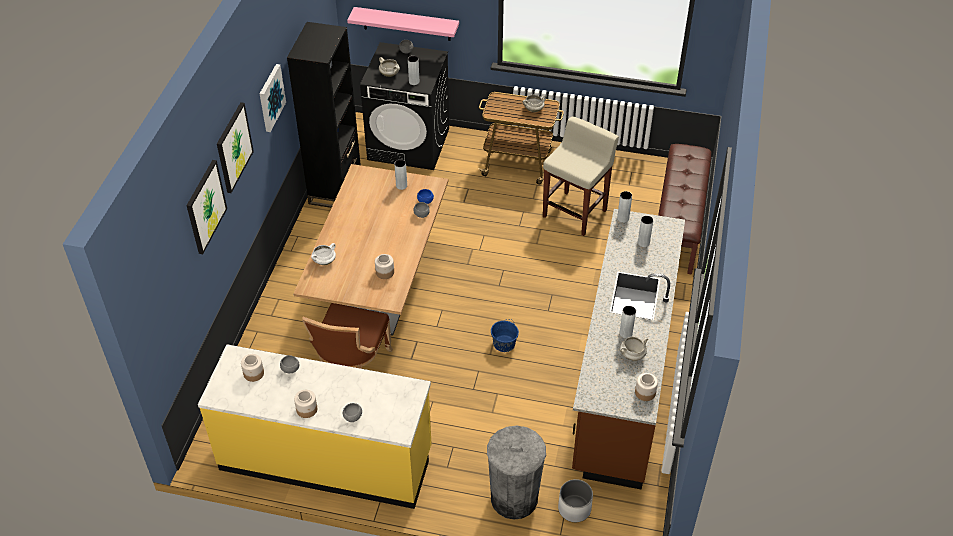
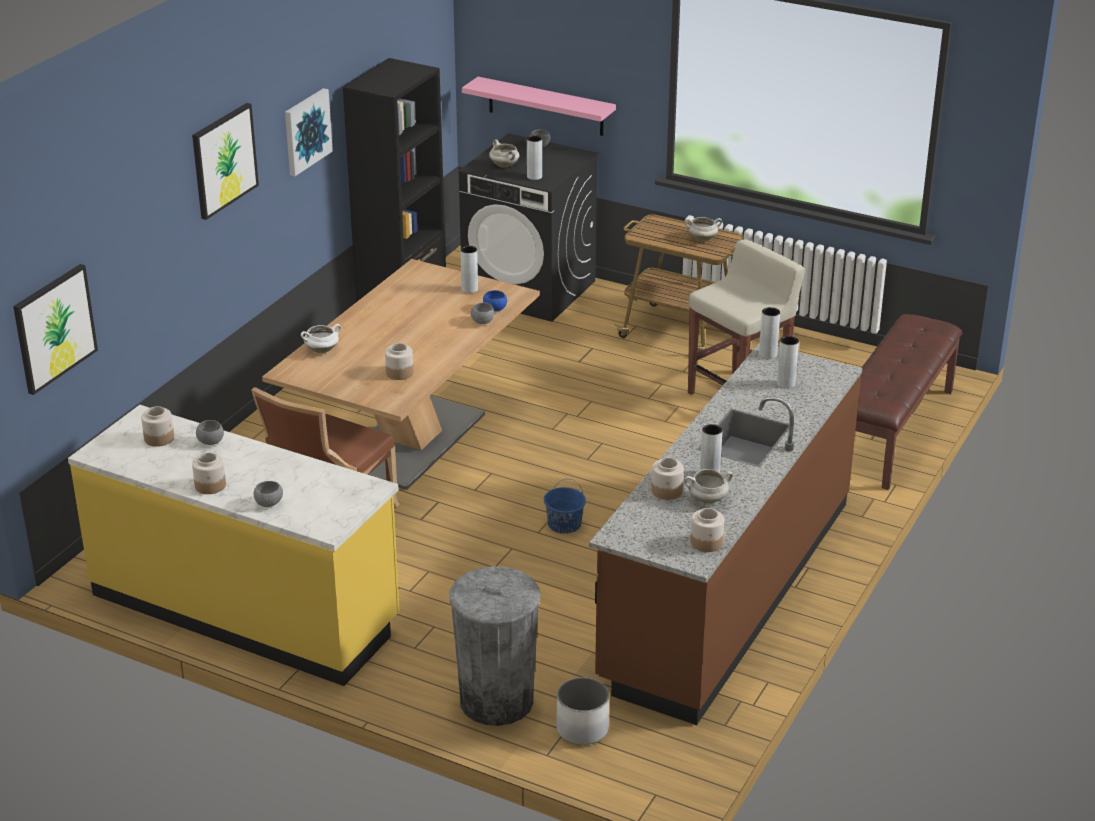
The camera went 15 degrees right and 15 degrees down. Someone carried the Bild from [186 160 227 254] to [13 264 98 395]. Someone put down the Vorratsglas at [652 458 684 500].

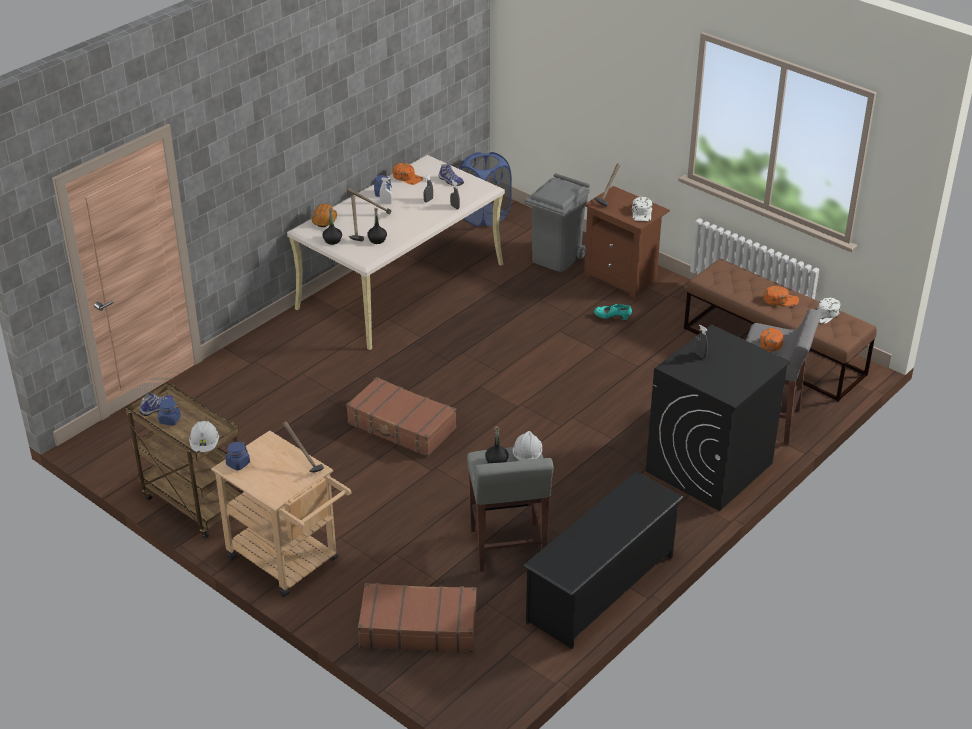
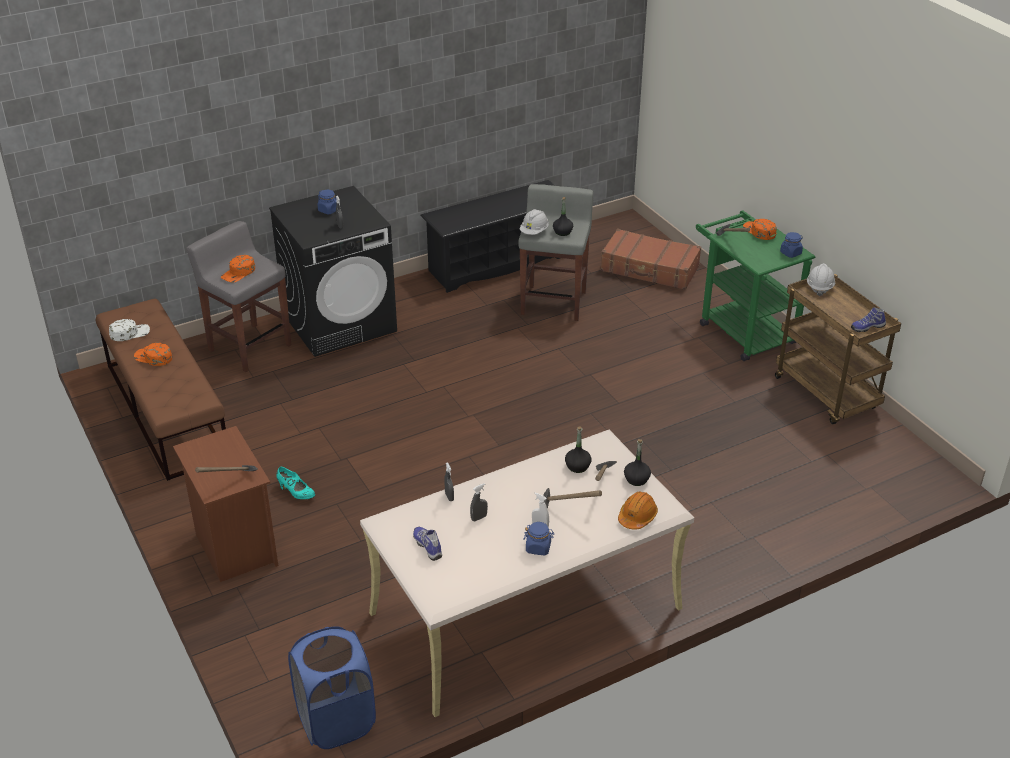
The camera went 160 degrees left and 0 degrees up. Someone carried the Vorratsglas (blau) from [156 399 181 426] to [317 190 337 214]. Someone repainted the Rollwagen (beige) at [211 430 351 597], which became the Rollwagen (grün) at [696 210 815 361]. Someone carried the Kappe (orange) from [393 163 423 185] to [743 219 777 240]. Someone took away the Koffer (braun) at [346 377 457 457]. Someone took away the Mülleimer (grau) at [524 173 590 272]. Someone took away the Kappe (weiß) at [632 197 652 221].

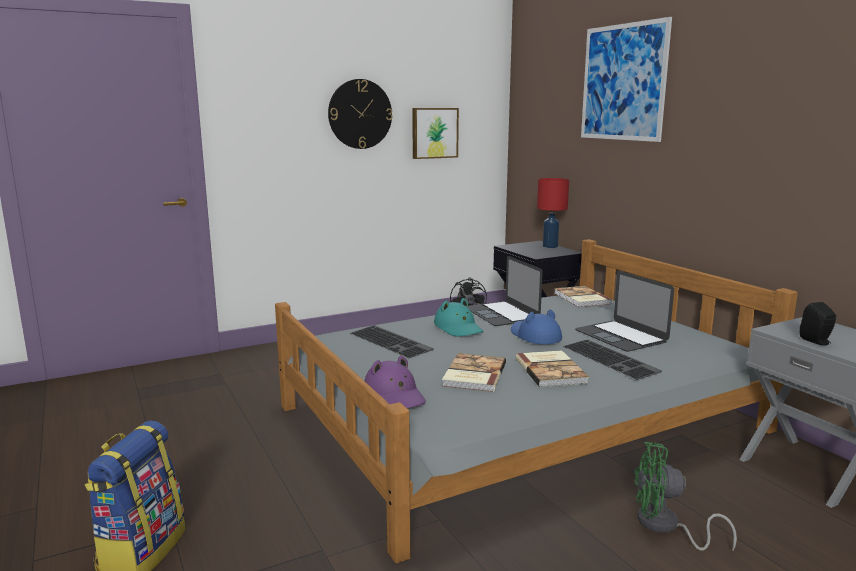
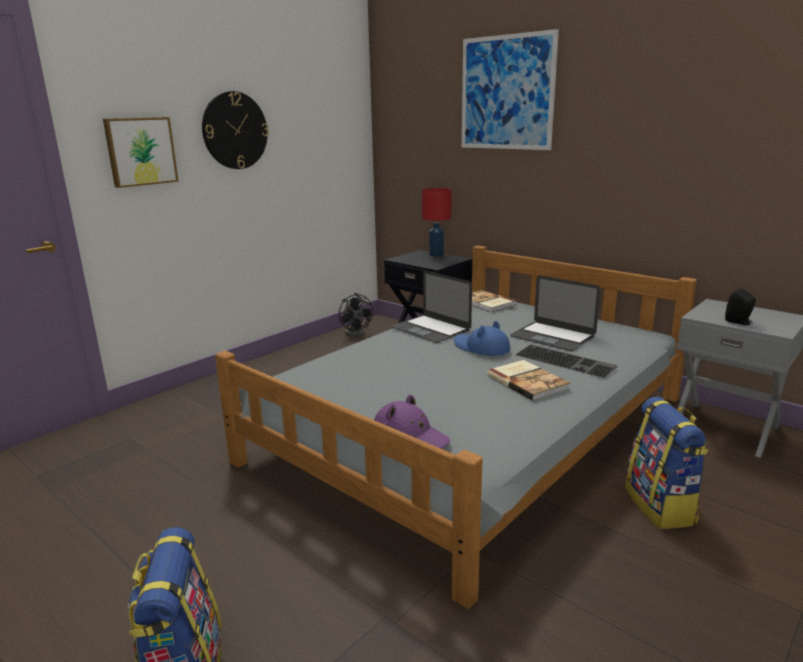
The camera went 20 degrees left and 5 degrees up. Someone carried the Bild from [412 108 459 159] to [103 117 179 188]. Someone swapped the Ventilator (grün) at [634 442 737 552] for the Rucksack at [625 397 709 529]. Someone took away the Tastatur at [350 325 434 358]. Someone took away the Hut (türkis) at [434 298 483 337]. Someone took away the Buch at [442 353 506 392].

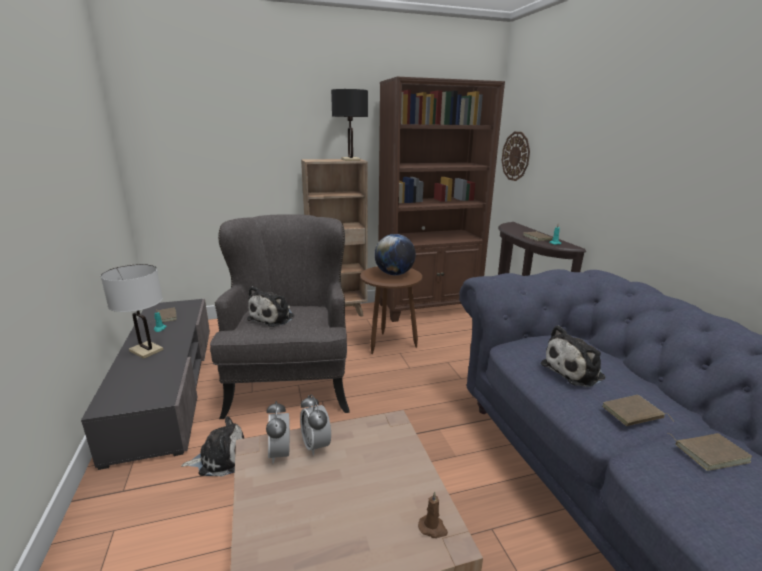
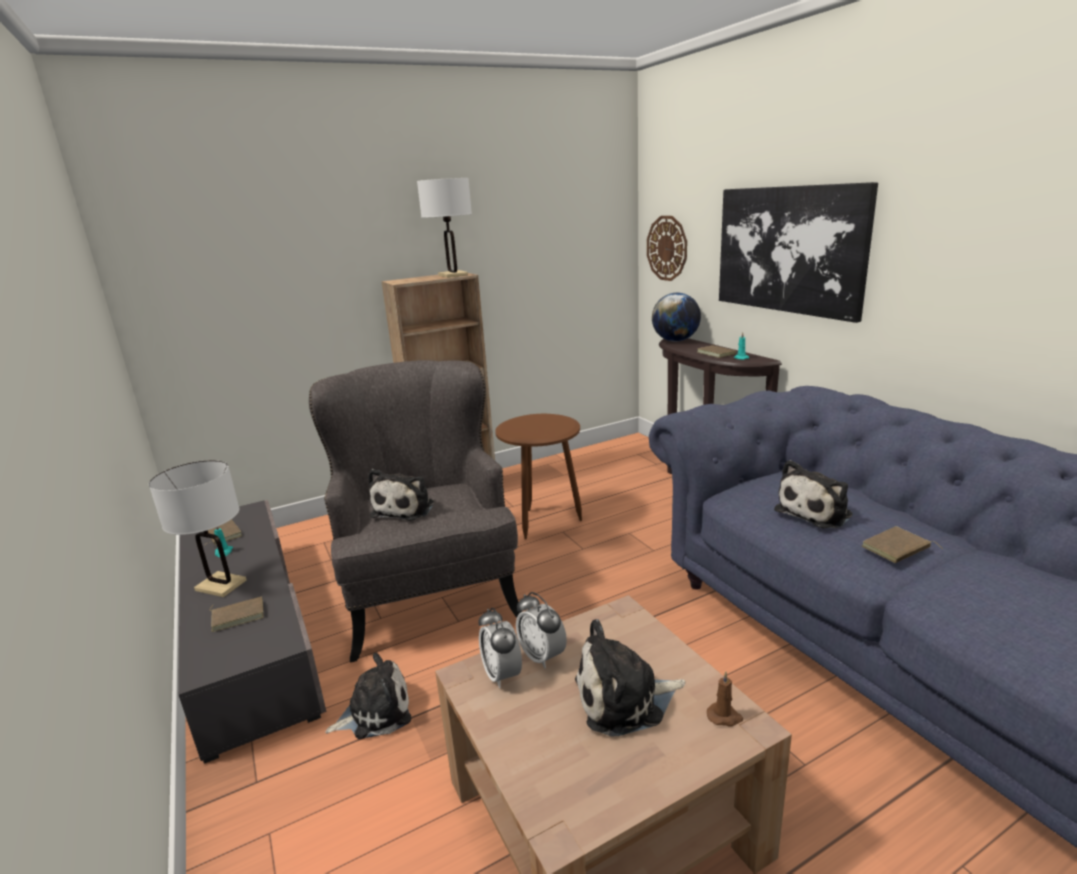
The camera went 10 degrees left and 0 degrees up. Someone carried the Buch (braun) from [668 433 752 471] to [210 596 264 632]. Someone repainted the Tischlampe (schwarz) at [331 89 368 161], which became the Tischlampe (weiß) at [417 178 472 278]. Someone put down the Plüschtier at [575 619 685 737]. Someone carried the Globus from [374 234 416 275] to [652 293 701 342]. Someone put up the Bild at [719 182 878 323]. Someone took away the Bücherregal (braun) at [378 77 505 322].

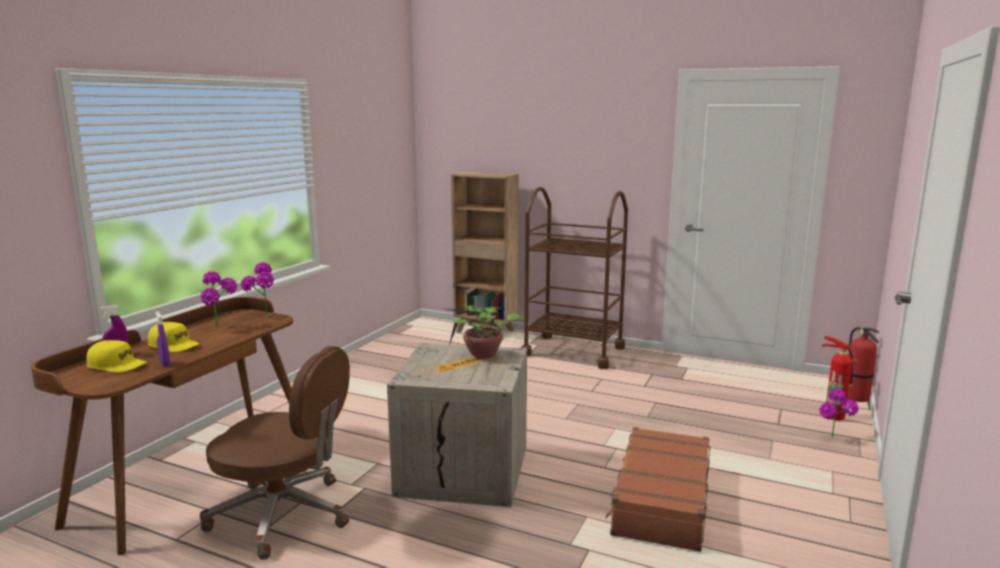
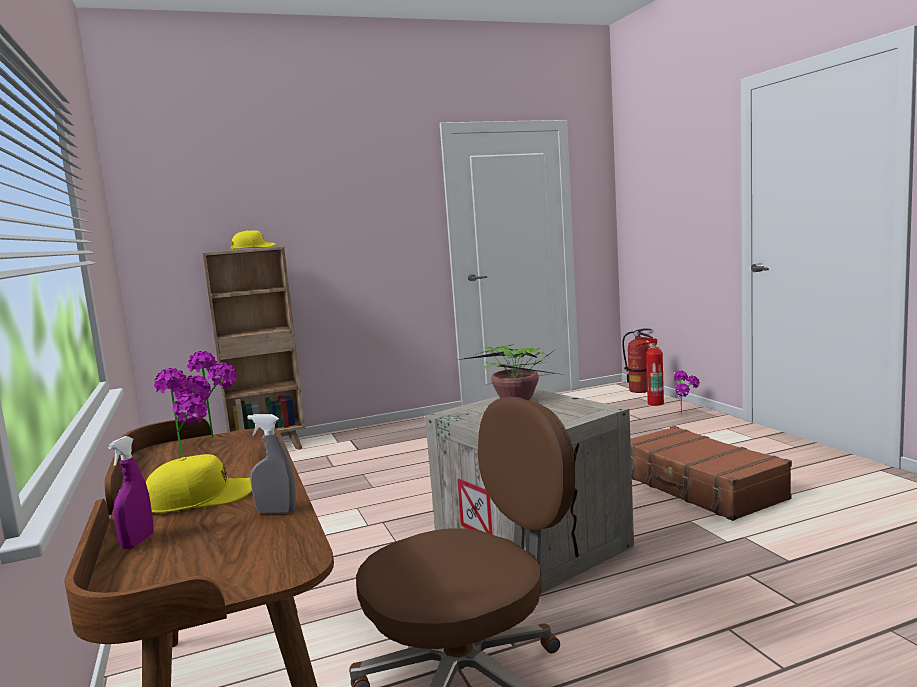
The camera went 45 degrees left and 5 degrees down. Someone carried the Kappe (gelb) from [86 340 147 373] to [231 230 276 249]. Someone repainted the Sprühflasche (lila) at [156 311 170 367], which became the Sprühflasche (grau) at [247 414 296 514]. Someone took away the Rollwagen (braun) at [521 187 628 369].

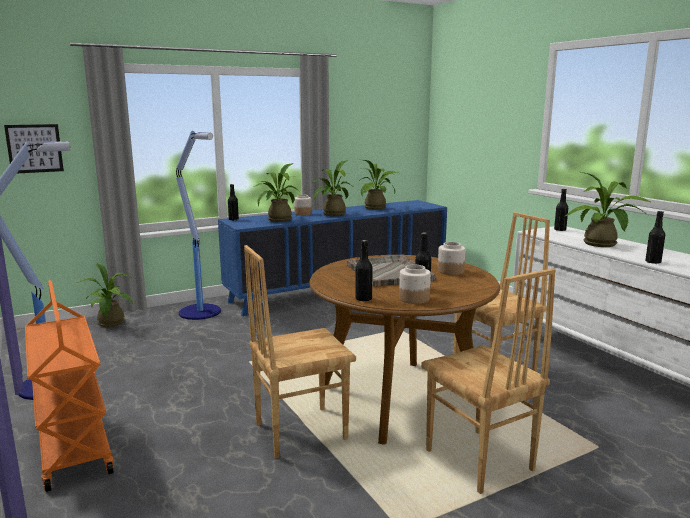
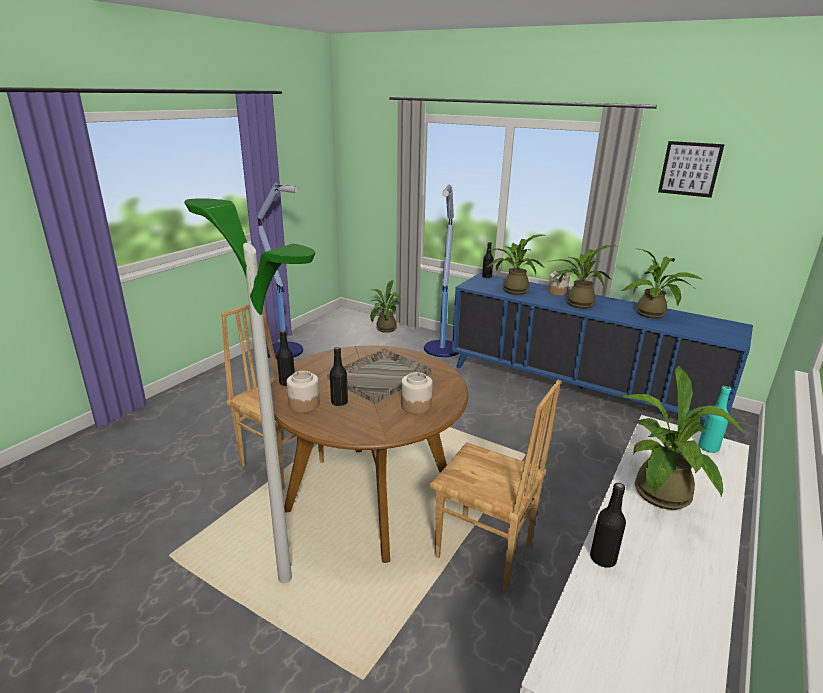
The camera went 60 degrees right and 10 degrees up. Someone swapped the Stuhl (braun) at [421 268 556 494] for the Stehlampe at [184 198 315 583]. Someone carried the Bild from [4 124 64 173] to [658 141 725 198]. Someone repainted the Flasche (schwarz) at [554 189 568 231], which became the Flasche (türkis) at [698 386 731 453]. Someone took away the Rollwagen (orange) at [25 280 114 492].

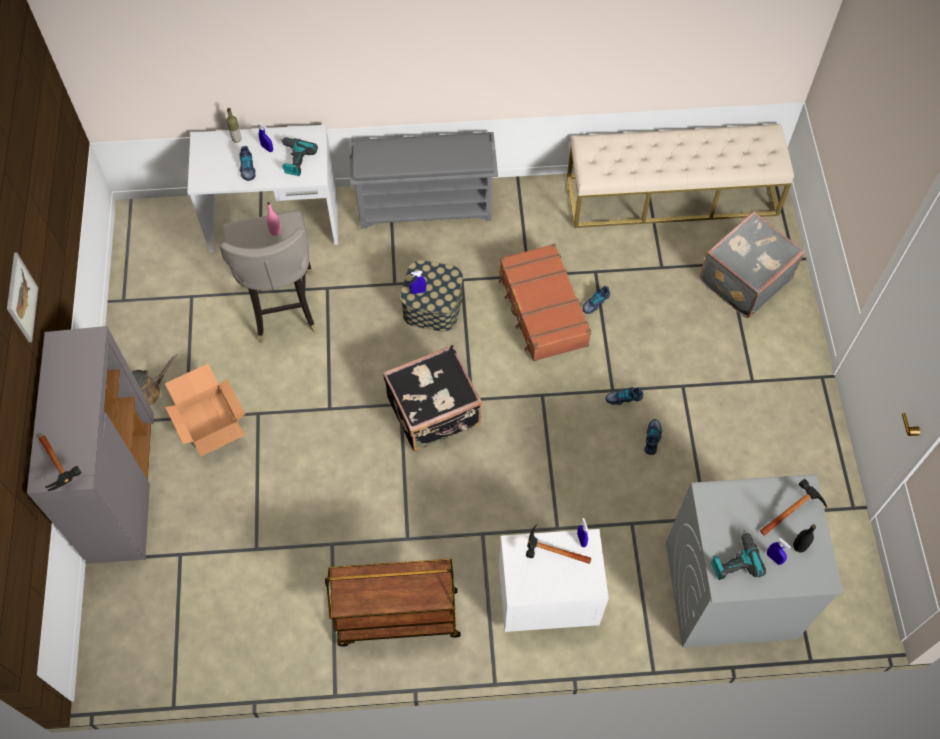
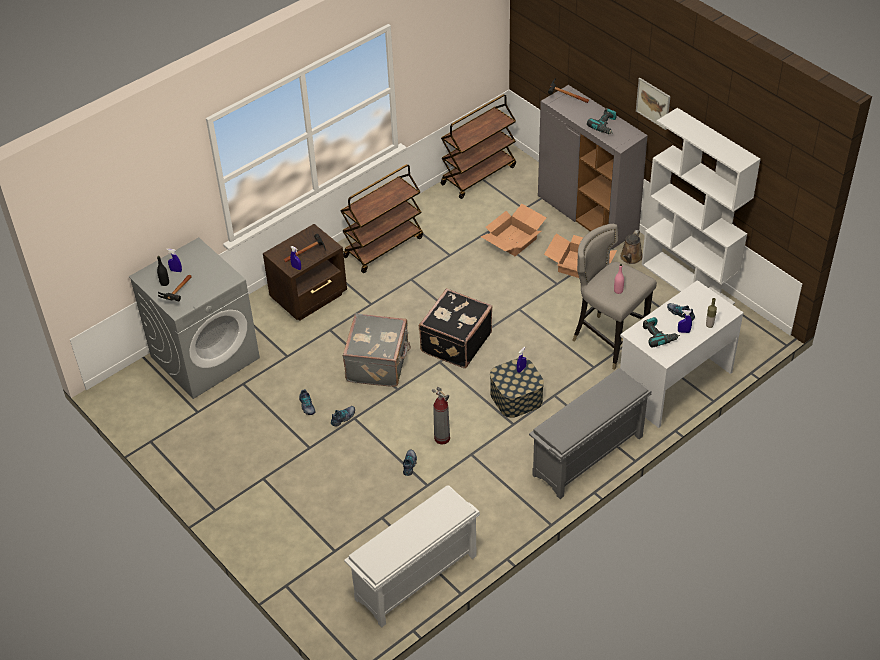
The camera went 145 degrees right and 15 degrees down. Someone repainted the Nachttisch (weiß) at [499 529 609 632], which became the Nachttisch (braun) at [263 224 347 321]. Someone carried the Koffer (grau) from [699 211 805 318] to [343 313 411 387]. Someone swapped the Bank (beige) at [567 124 794 228] for the Schuhregal (weiß) at [344 485 480 627]. Someone swapped the Koffer (braun) at [498 243 592 361] for the Feuerlöscher at [432 387 450 445]. Someone put down the Rollwagen (braun) at [441 94 516 199]. Someone put down the Karton at [480 204 546 256]. Someone carried the Bohrmaschine from [711 530 766 580] to [587 108 617 134]. Someone put down the Bücherregal (weiß) at [642 108 760 305].

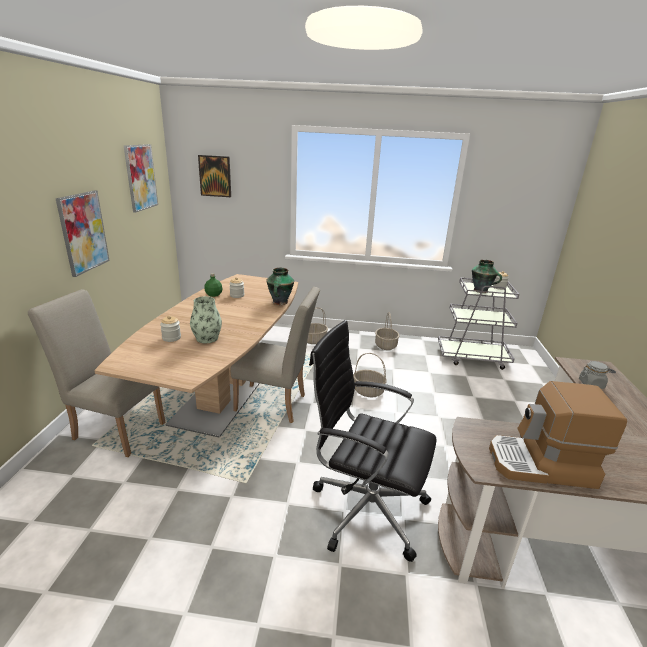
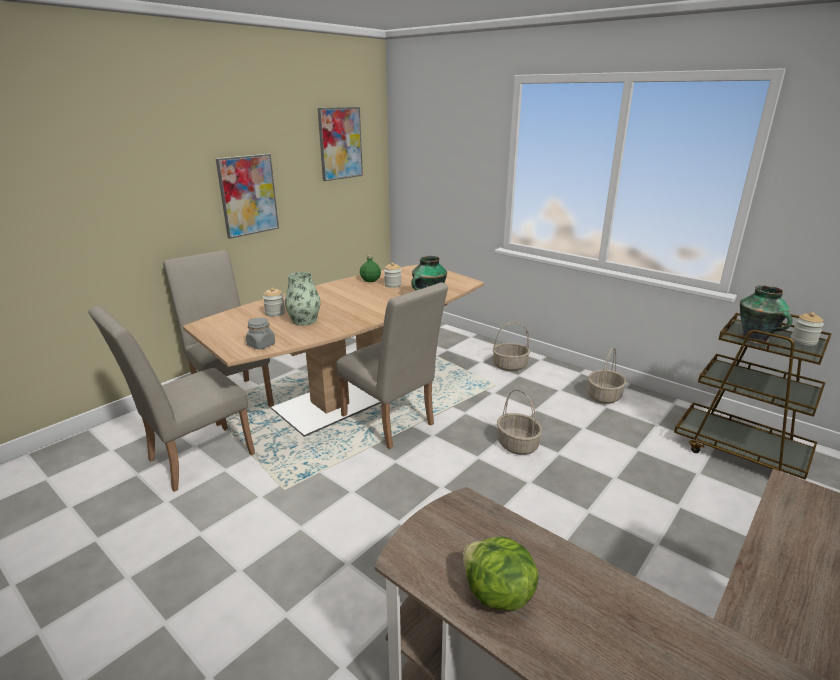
The camera went 35 degrees right and 0 degrees up. Someone put down the Stuhl (beige) at [88 306 255 492]. Someone carried the Vorratsglas (grau) from [579 361 611 389] to [246 318 275 349]. Someone swapped the Kaffeemaschine at [489 381 627 489] for the Salatkopf at [463 537 538 611]. Someone repainted the Rollwagen (grau) at [438 278 519 370], which became the Rollwagen (braun) at [674 313 831 480]. Someone took away the Bild at [198 155 231 197]. Someone took away the Bürostuhl (schwarz) at [309 320 436 562].

